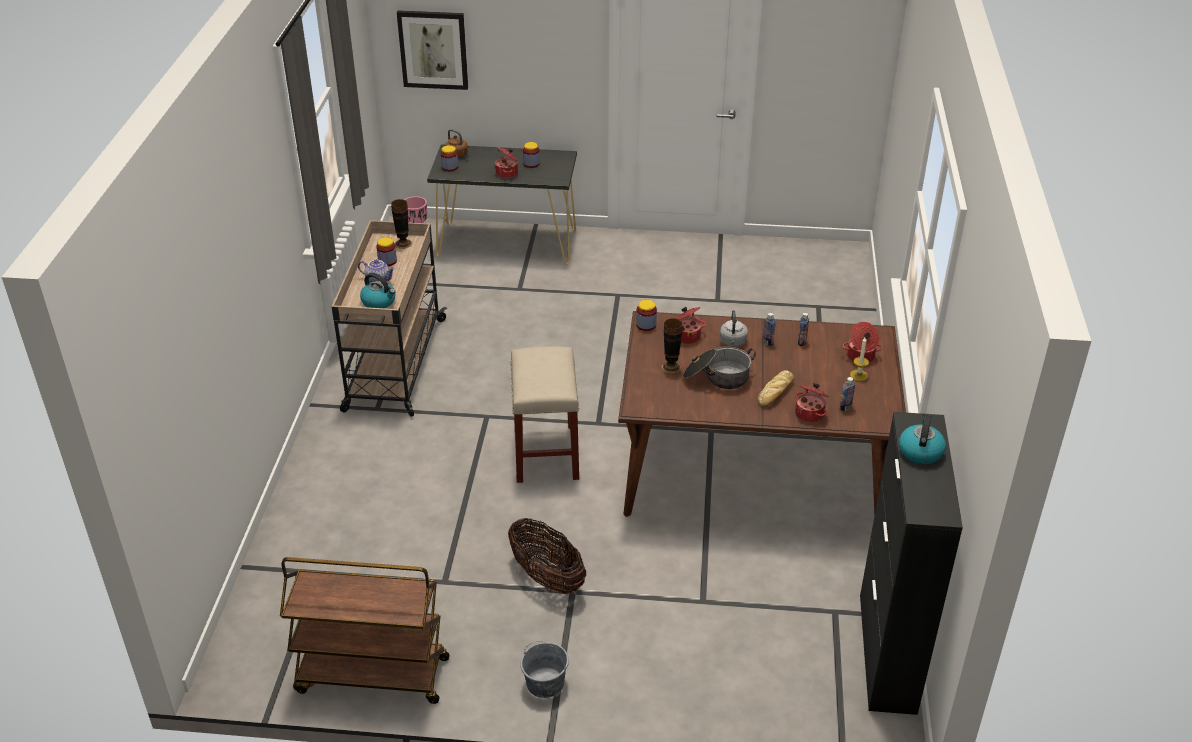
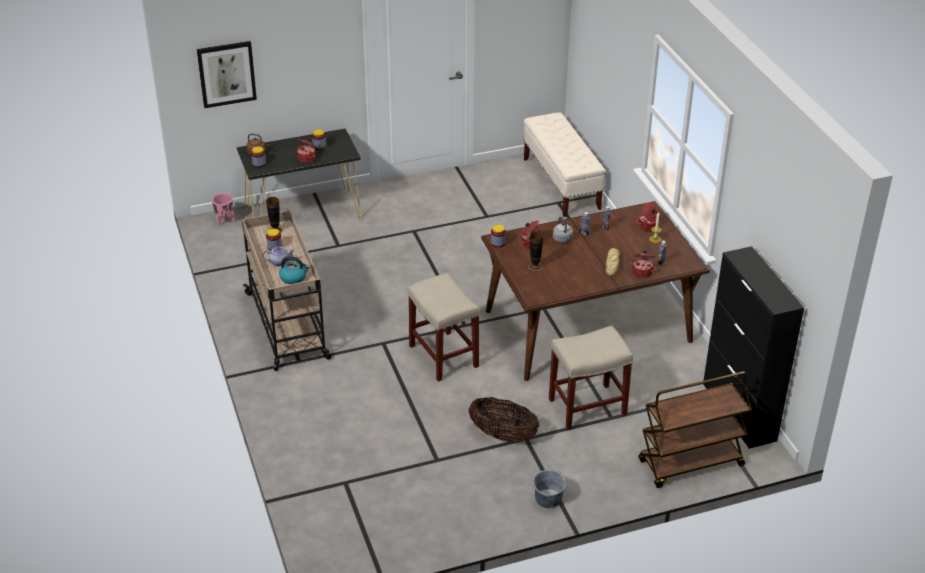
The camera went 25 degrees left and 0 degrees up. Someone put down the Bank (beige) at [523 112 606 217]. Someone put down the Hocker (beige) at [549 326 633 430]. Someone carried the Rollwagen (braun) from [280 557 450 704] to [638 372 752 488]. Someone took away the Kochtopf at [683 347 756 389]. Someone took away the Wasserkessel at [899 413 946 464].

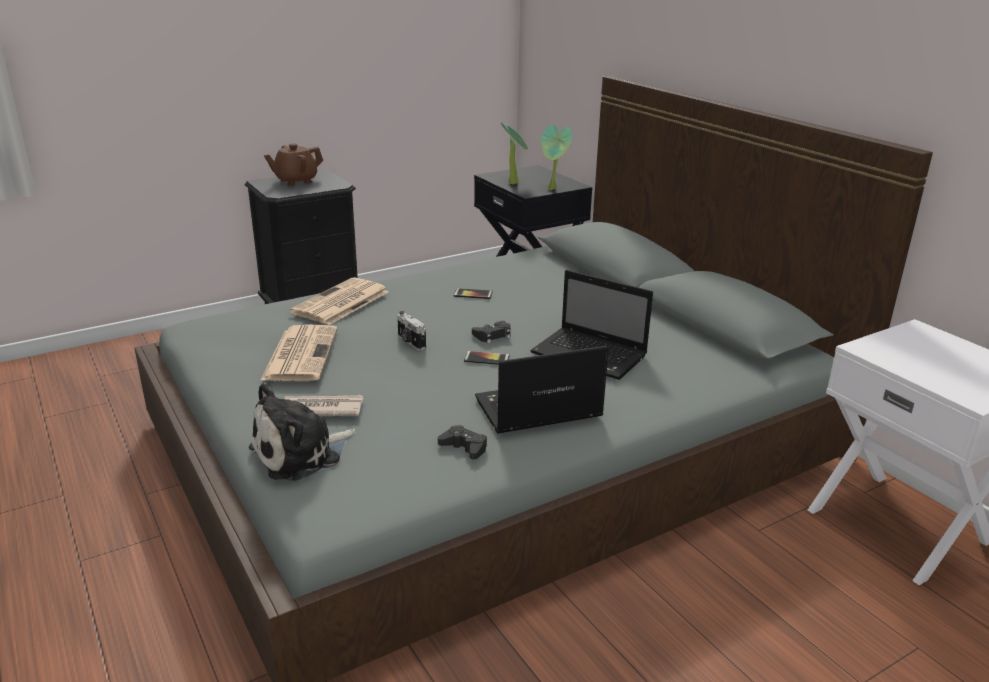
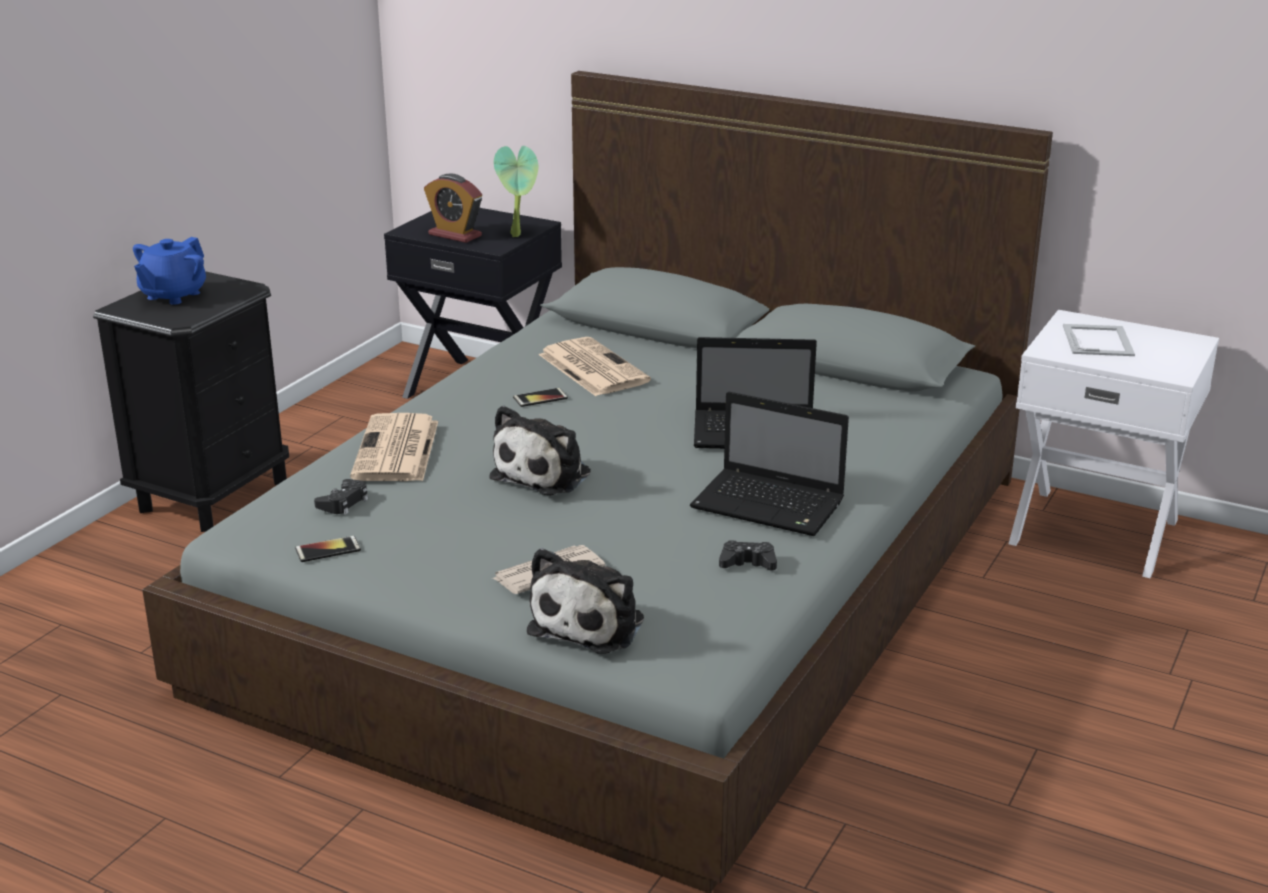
The camera went 30 degrees left and 0 degrees up. Someone repainted the Teekanne (braun) at [264 143 323 186], which became the Teekanne (blau) at [133 237 206 305]. Someone carried the Handy from [464 351 510 365] to [295 536 361 562]. Someone carried the Gamepad (schwarz) from [472 321 511 343] to [314 479 368 515]. Someone swapped the Topfpflanze at [501 122 528 184] for the Wecker at [424 174 482 243]. Someone swapped the Kamera at [397 311 426 351] for the Plüschtier at [490 405 591 495]. Someone carried the Zeitung from [260 325 338 381] to [539 337 651 396]. Someone rotated the Laptop at [475 346 609 434] by 105 degrees counterclockwise. Someone put down the Bilderrahmen at [1063 324 1135 356].

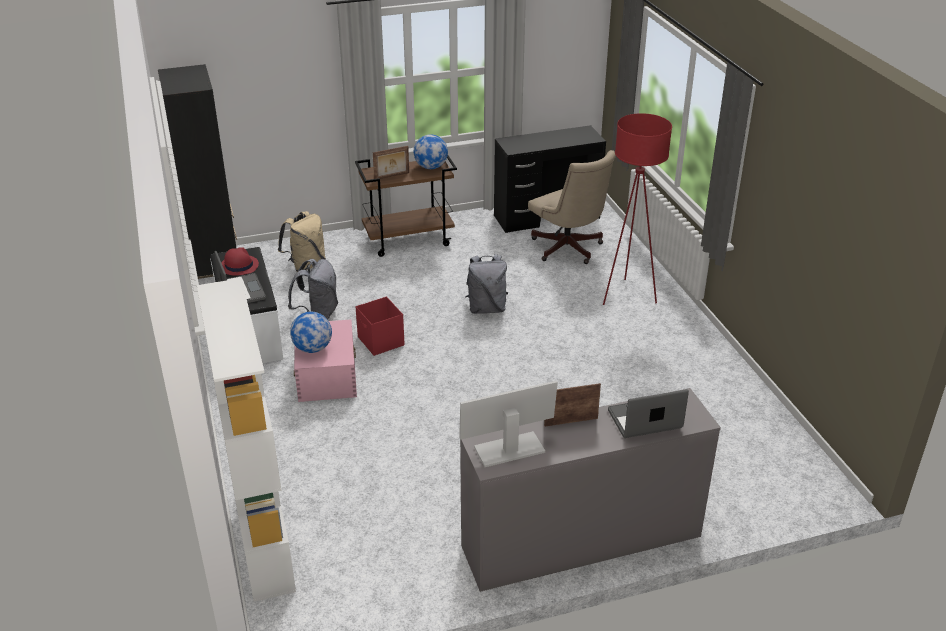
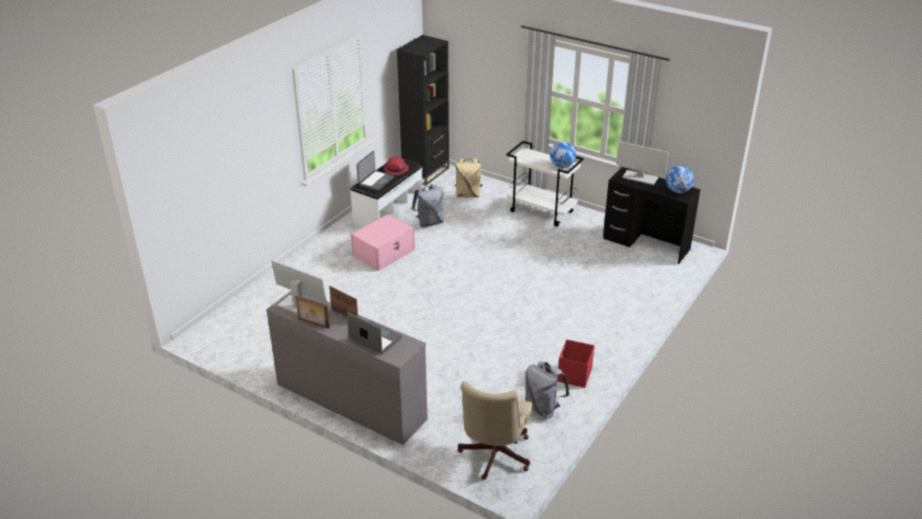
The camera went 50 degrees right and 0 degrees up. Someone carried the Bilderrahmen from [373 146 409 179] to [295 295 330 329]. Someone carried the Bürostuhl (beige) from [528 150 616 264] to [458 381 532 480]. Someone repainted the Rollwagen (braun) at [355 155 457 257], which became the Rollwagen (weiß) at [506 141 584 227]. Someone carried the Rucksack (grau) from [465 254 509 314] to [525 361 569 418]. Someone carried the Aufbewahrungsbox (rot) from [355 297 405 356] to [557 339 594 388]. Someone put down the Monitor at [616 141 669 185]. Someone carried the Globus from [290 312 332 353] to [666 165 694 193]. Someone took away the Bücherregal (weiß) at [197 278 296 602]. Someone took away the Stehlampe (rot) at [603 113 672 305].

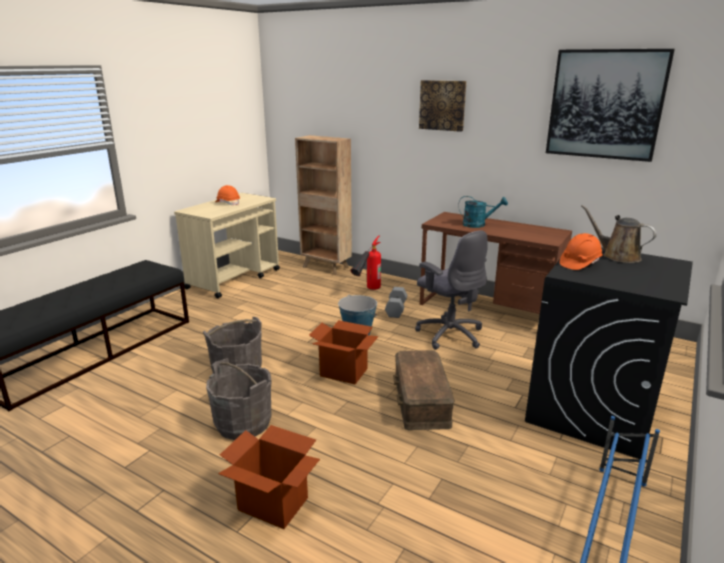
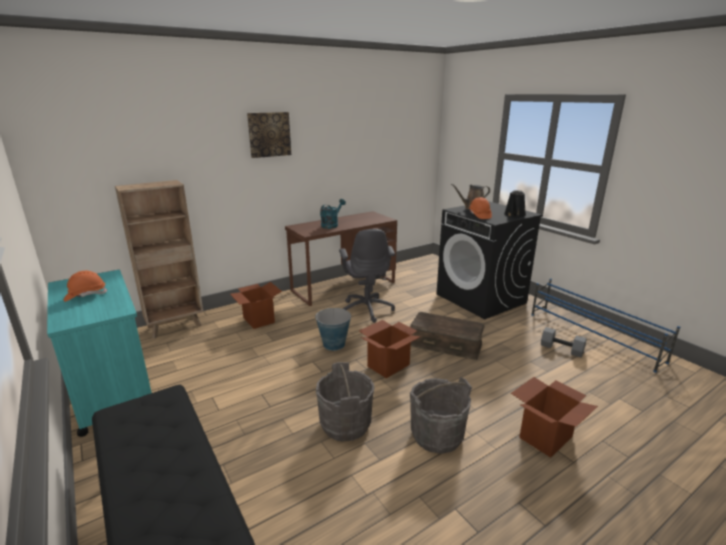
The camera went 65 degrees left and 0 degrees up. Someone repainted the Rollwagen (beige) at [174 193 280 299], which became the Rollwagen (türkis) at [47 270 152 437]. Someone swapped the Feuerlöscher at [350 236 381 290] for the Karton at [230 282 282 329]. Someone rotated the Bürostuhl (grau) at [415 230 488 350] by 90 degrees clockwise. Someone put down the Gießkanne (schwarz) at [504 190 526 218]. Someone carried the Hantel (grau) from [385 287 407 318] to [541 327 587 357]. Someone took away the Bild at [546 49 675 162].

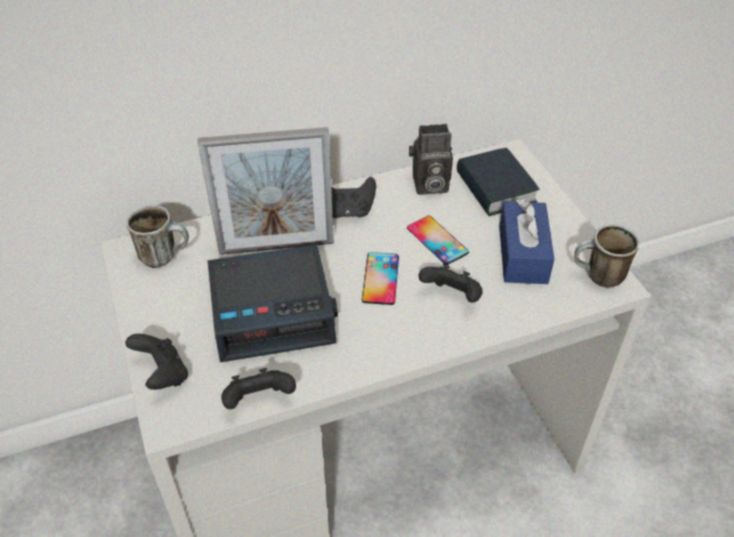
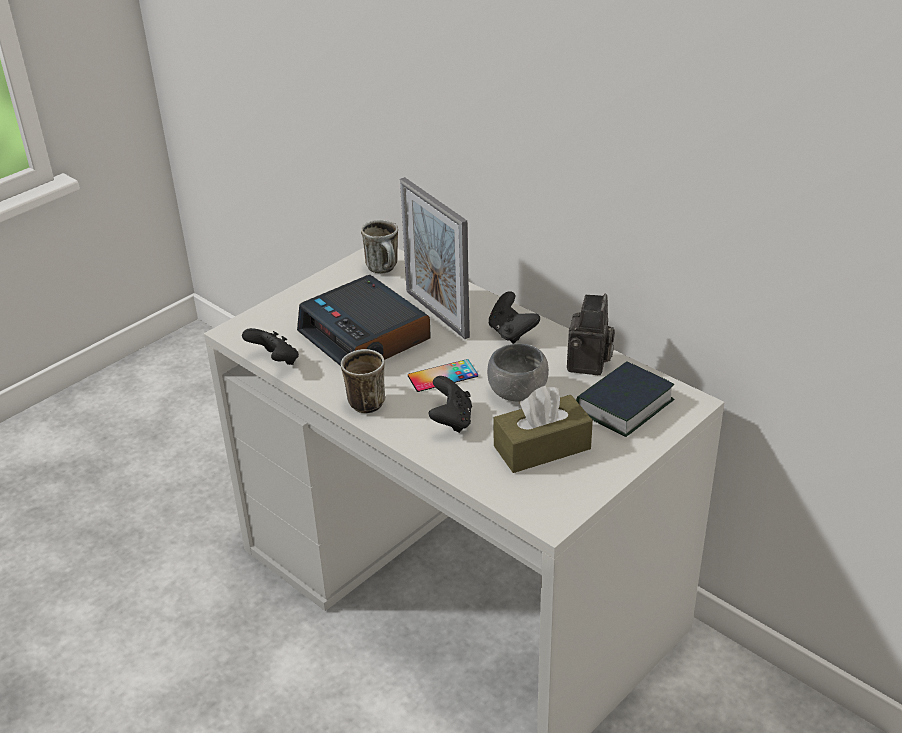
The camera went 65 degrees right and 10 degrees down. Someone carried the Henkelbecher from [574 224 639 288] to [341 349 385 413]. Someone swapped the Handy at [407 216 469 265] for the Schüssel (grau) at [487 343 549 402]. Someone repainted the Taschentuchbox (blau) at [499 198 554 284], which became the Taschentuchbox (braun) at [493 386 593 473]. Someone rotated the Kamera at [409 124 453 195] by 135 degrees counterclockwise. Someone took away the Gamepad (schwarz) at [125 334 188 390].

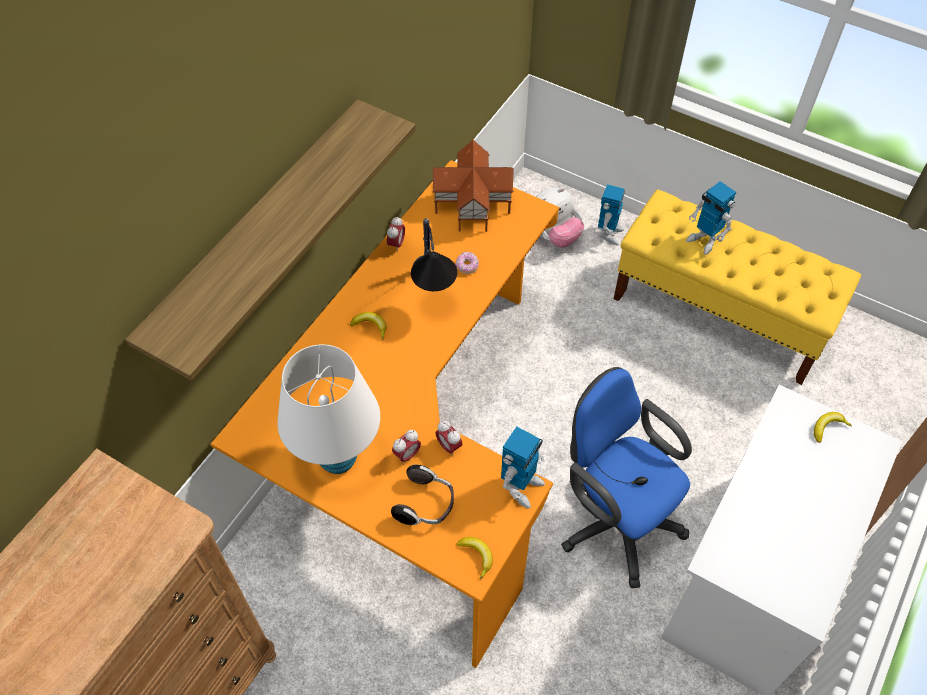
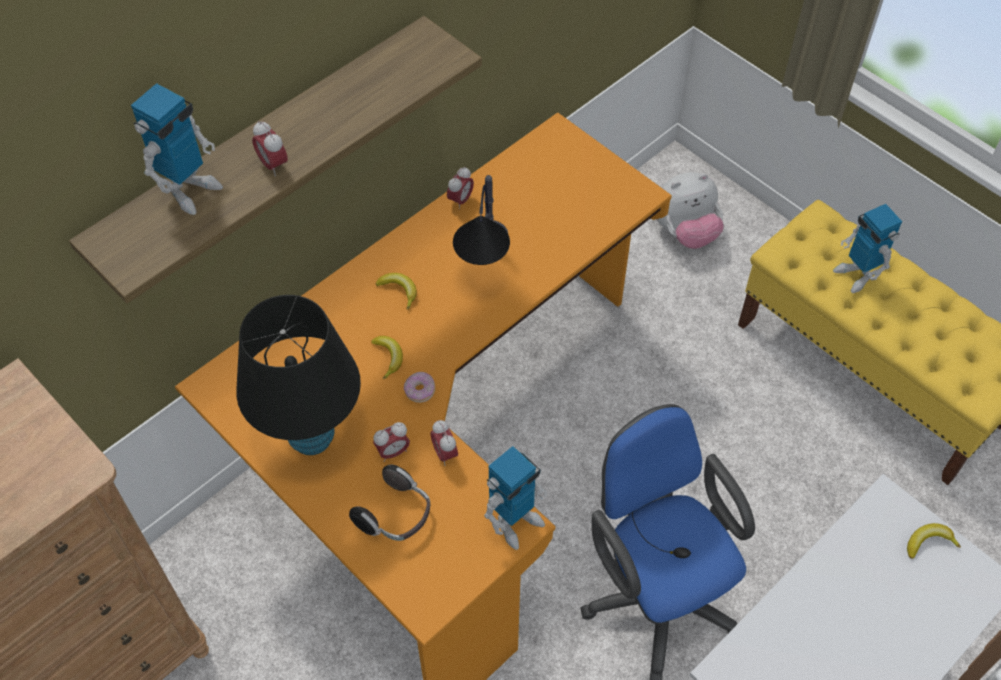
The camera went 15 degrees right and 0 degrees up. Someone carried the Spielzeugroboter from [598 184 625 245] to [131 83 223 215]. Someone repainted the Tischlampe (weiß) at [277 344 380 474], which became the Tischlampe (schwarz) at [236 295 361 455]. Someone put down the Wecker at [252 121 288 176]. Someone carried the Banane from [457 537 493 579] to [371 336 403 379]. Someone carried the Donut from [456 252 479 274] to [404 372 435 403]. Someone took away the Spielzeughaus at [432 140 514 232].

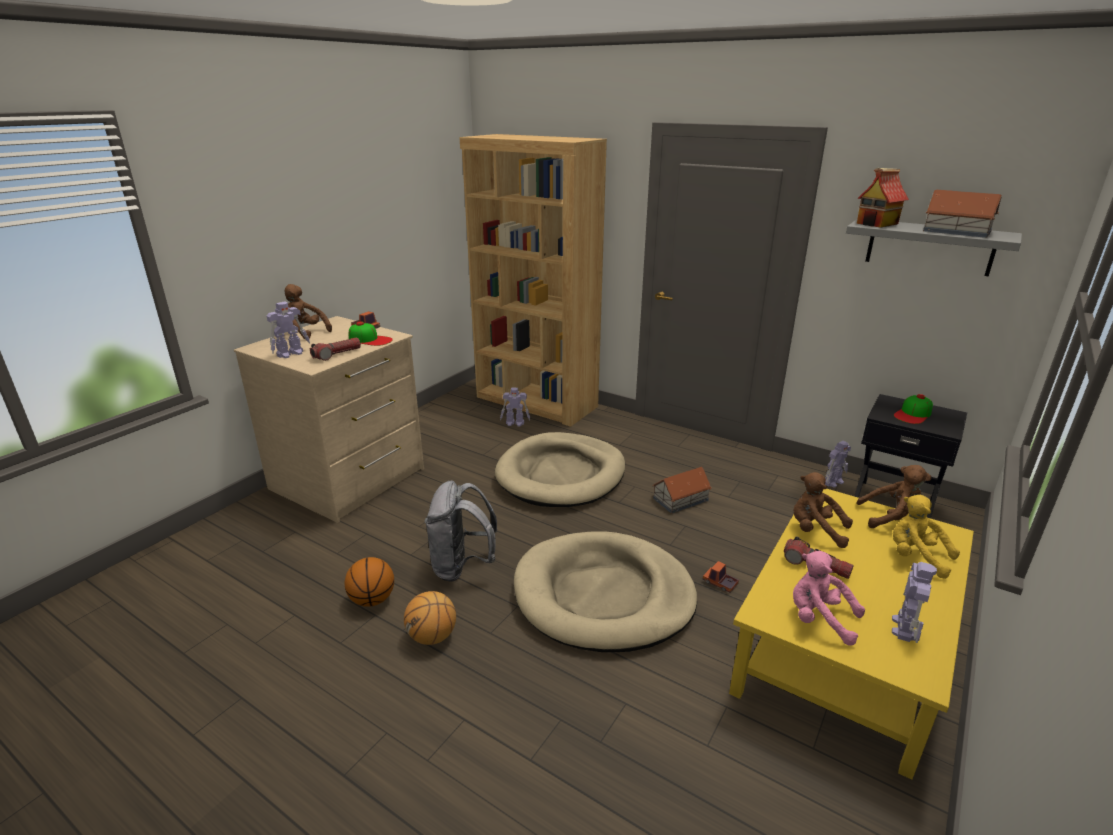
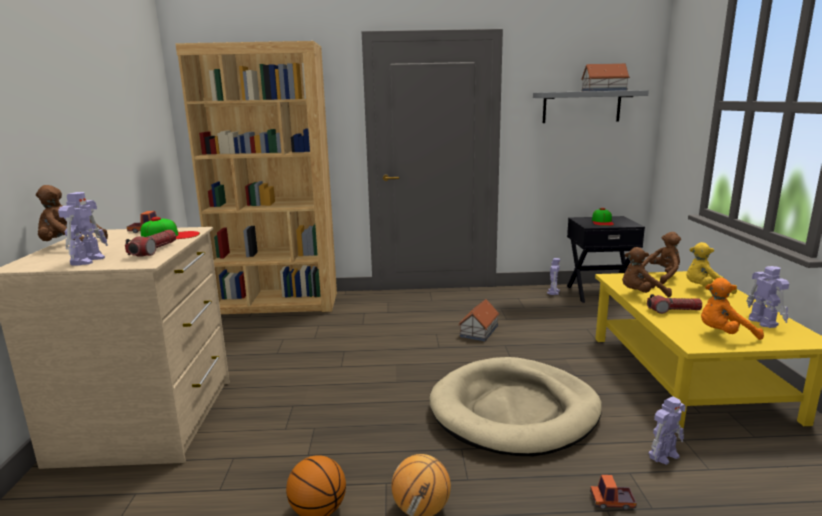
The camera went 35 degrees left and 10 degrees down. Someone carried the Spielzeuglaster from [702 561 739 593] to [590 475 637 510]. Someone carried the Spielzeugroboter from [500 387 530 426] to [648 396 686 465]. Someone repainted the Plüschtier (rosa) at [793 551 865 646], which became the Plüschtier (orange) at [701 278 764 340]. Someone took away the Rucksack (grau) at [424 481 498 582]. Someone took away the Hundebett (beige) at [495 432 625 507]. Someone took away the Spielzeughaus at [857 168 909 228].

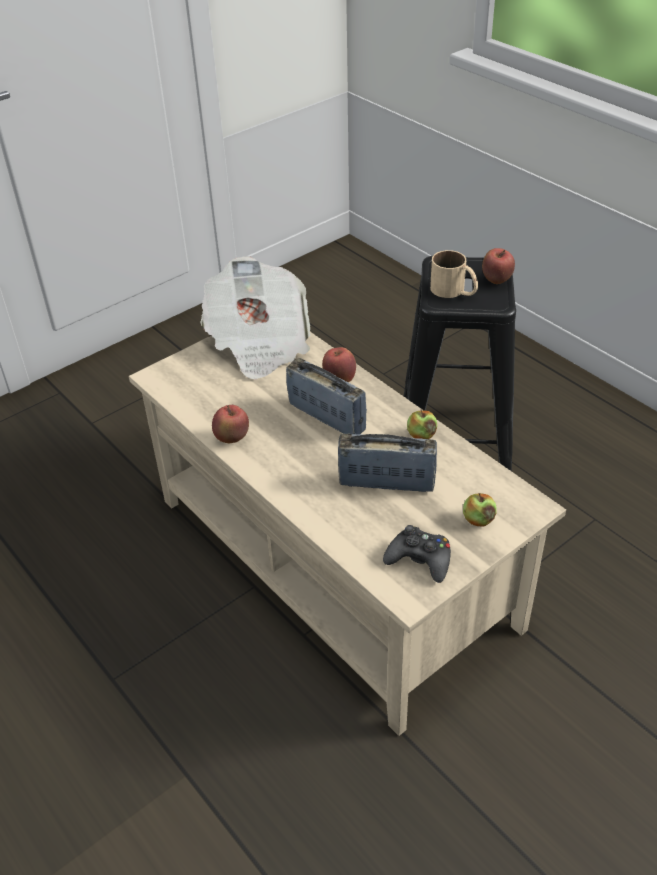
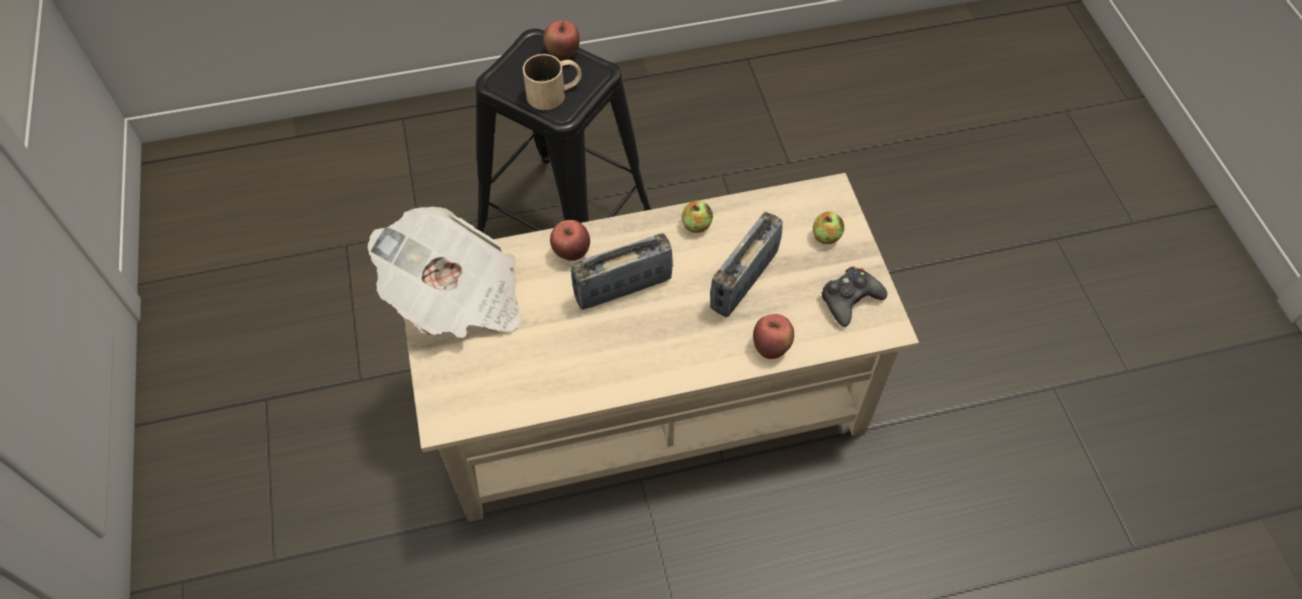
The camera went 65 degrees left and 15 degrees up. Someone carried the Apfel from [212 405 249 443] to [753 314 794 359].

